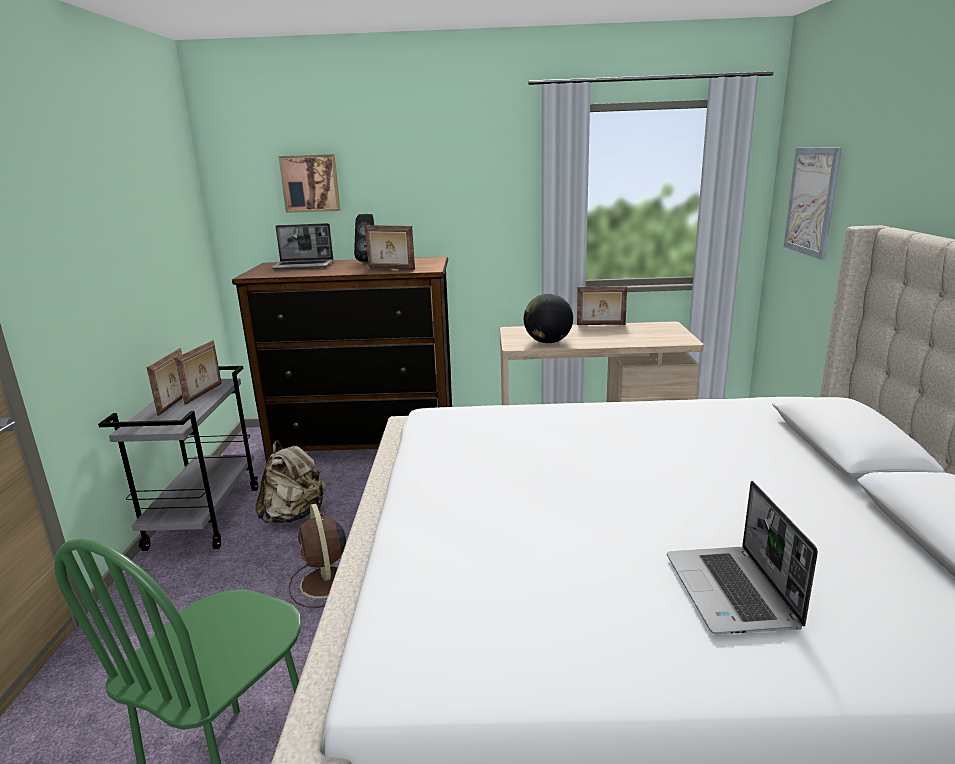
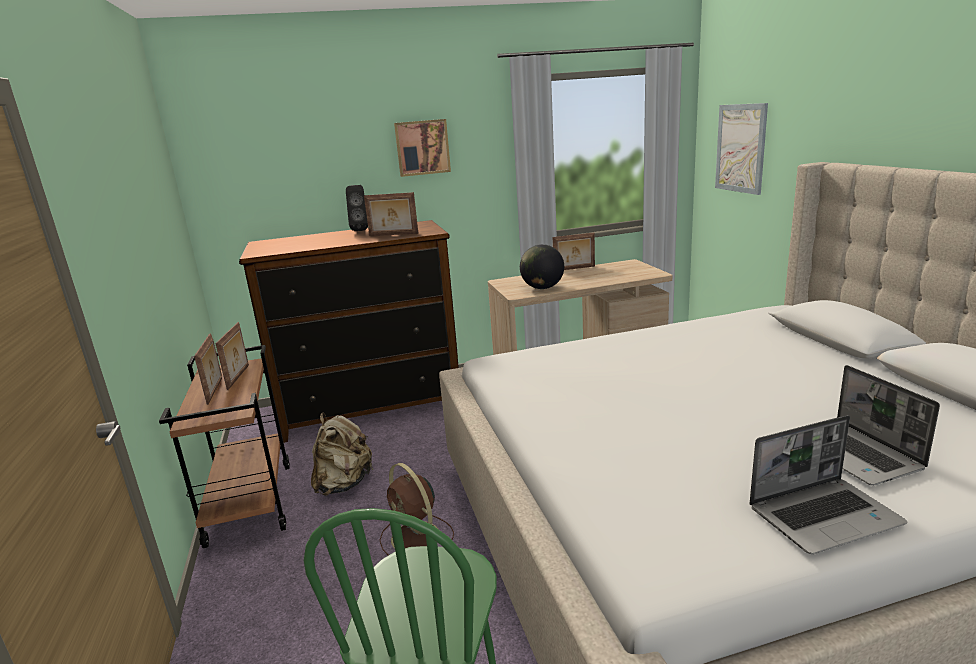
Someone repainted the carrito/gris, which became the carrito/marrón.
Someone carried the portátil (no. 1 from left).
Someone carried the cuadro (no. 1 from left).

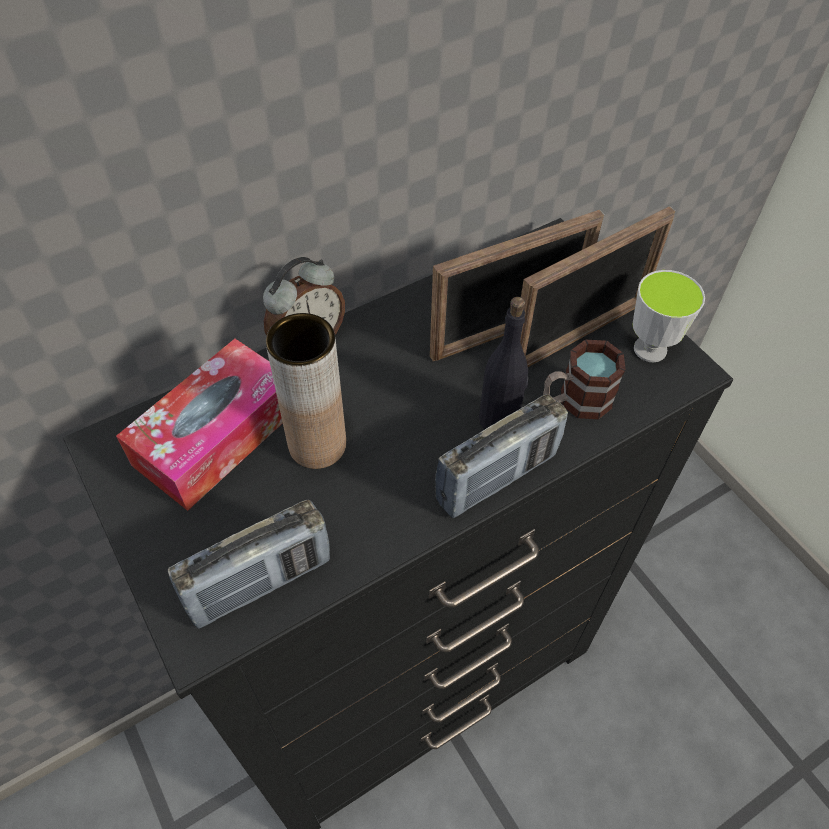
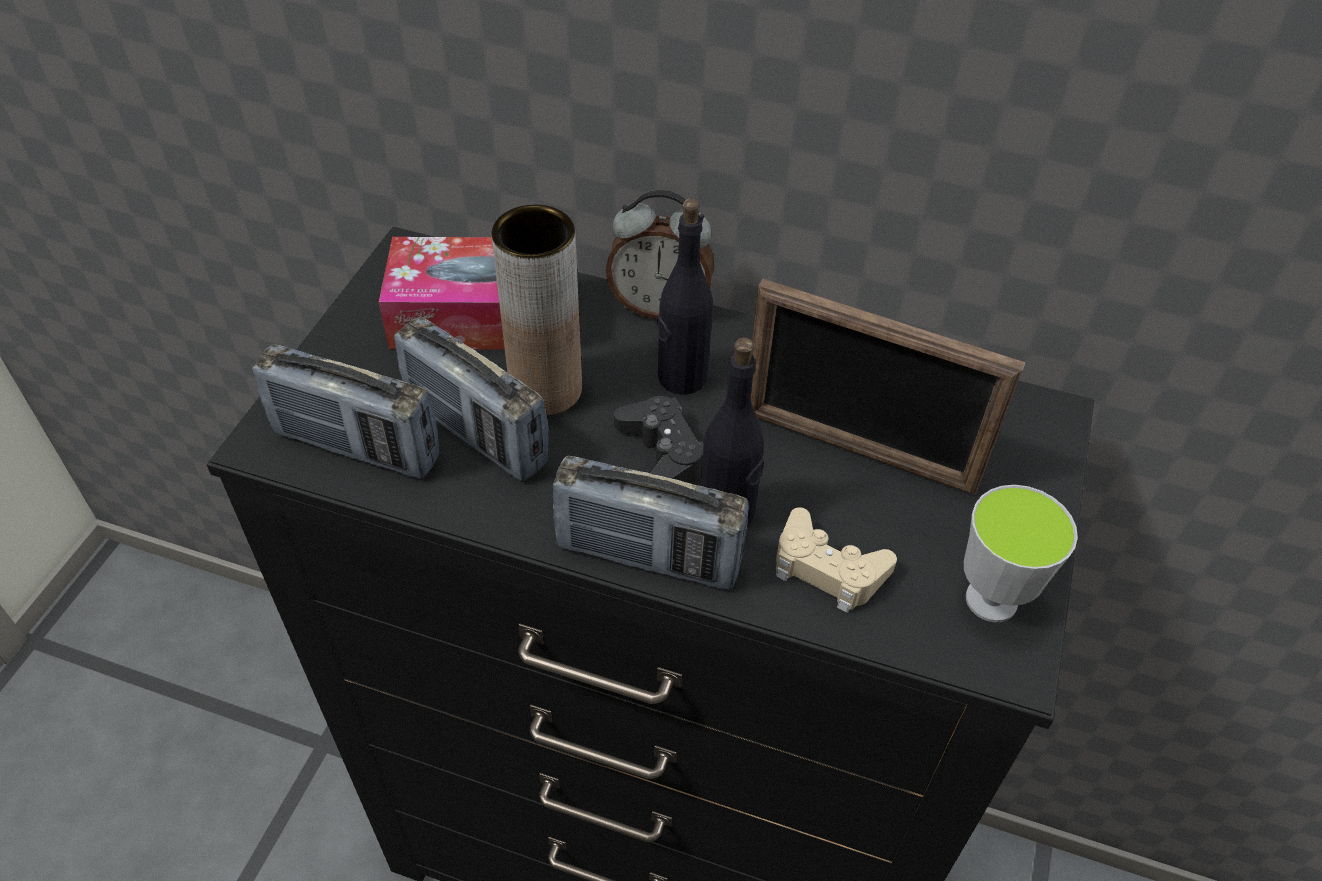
Someone took away the portarretratos (no. 2 from left).
Someone swapped the taza grande for the mando de consola/beis.
Someone put down the radio (no. 2 from left).
Someone put down the mando de consola/negro.
Someone put down the botella/negro (no. 1 from left).

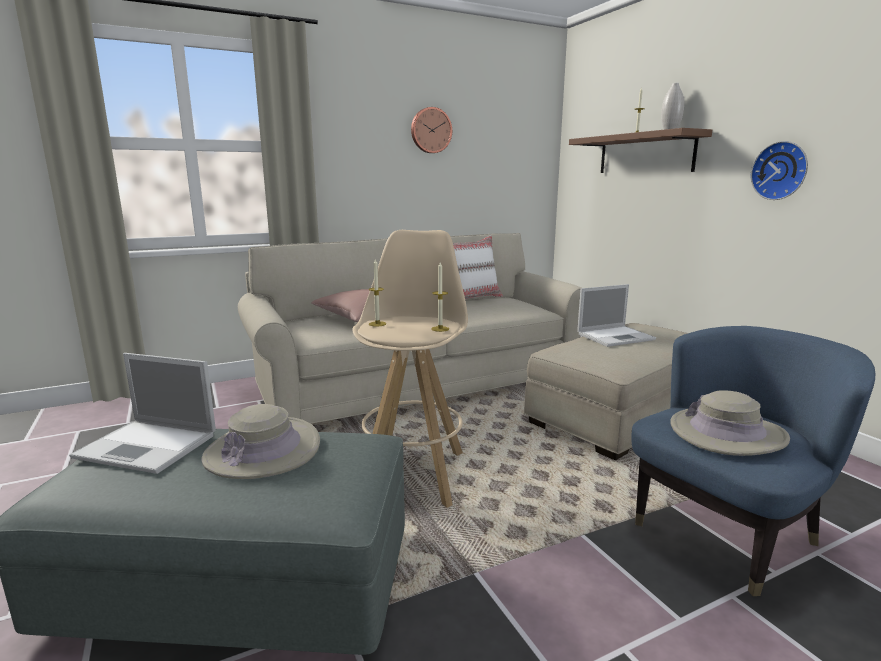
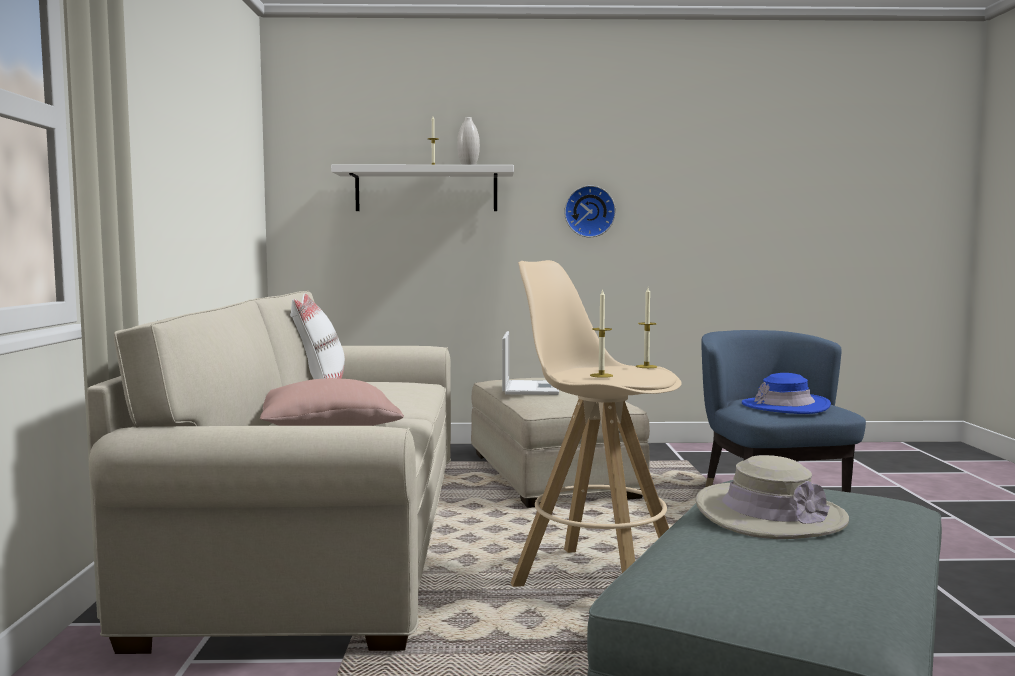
Someone took away the portátil (no. 1 from left).
Someone took away the reloj de pared (no. 1 from left).
Someone repainted the estante/marrón, which became the estante/blanco.
Someone repainted the sombrero/beis (no. 2 from left), which became the sombrero/azul.

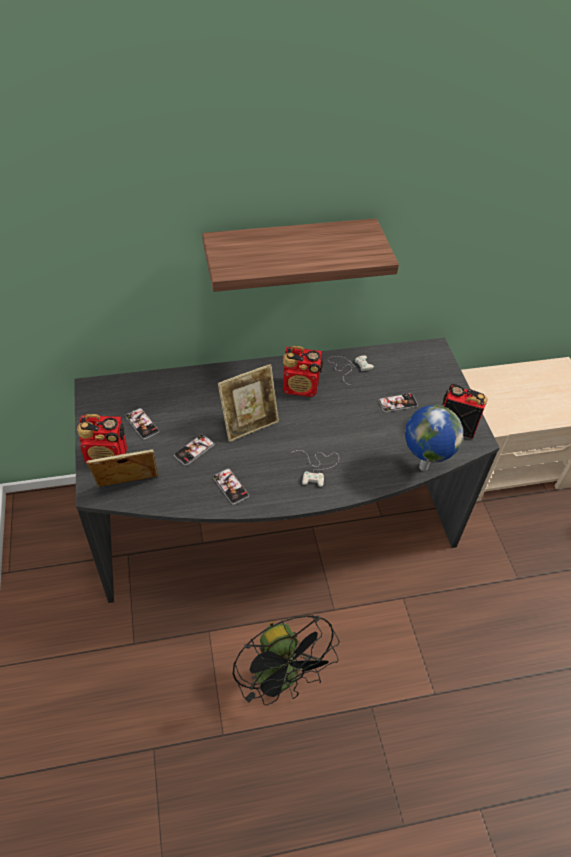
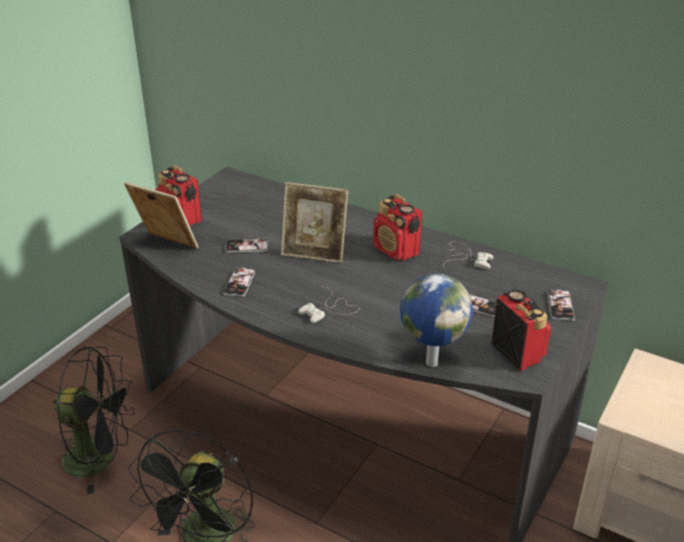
Someone carried the móvil (no. 1 from left in the first image).
Someone took away the estante.
Someone put down the ventilador/negro (no. 1 from left).

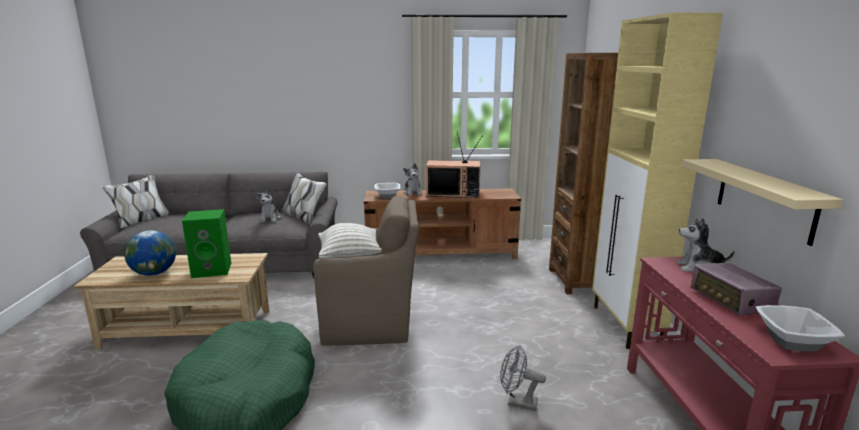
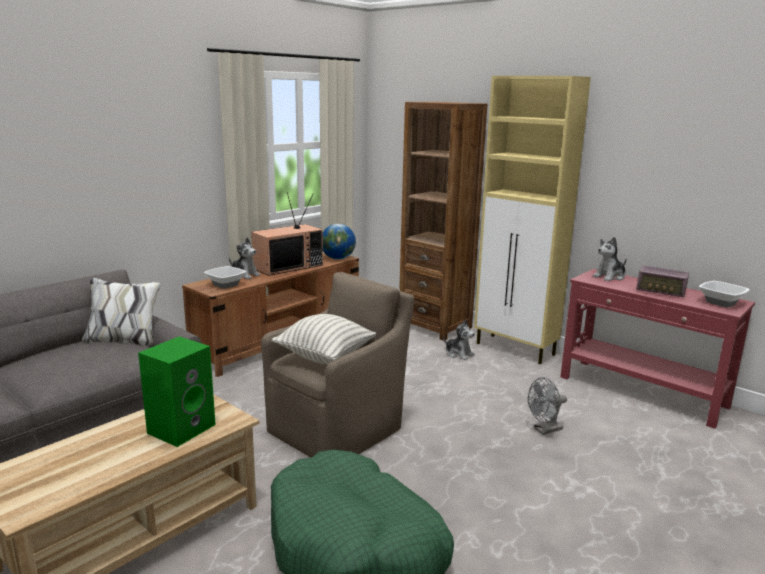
Someone carried the globo terráqueo.
Someone carried the peluche (no. 1 from left in the first image).
Someone took away the estante/beis.

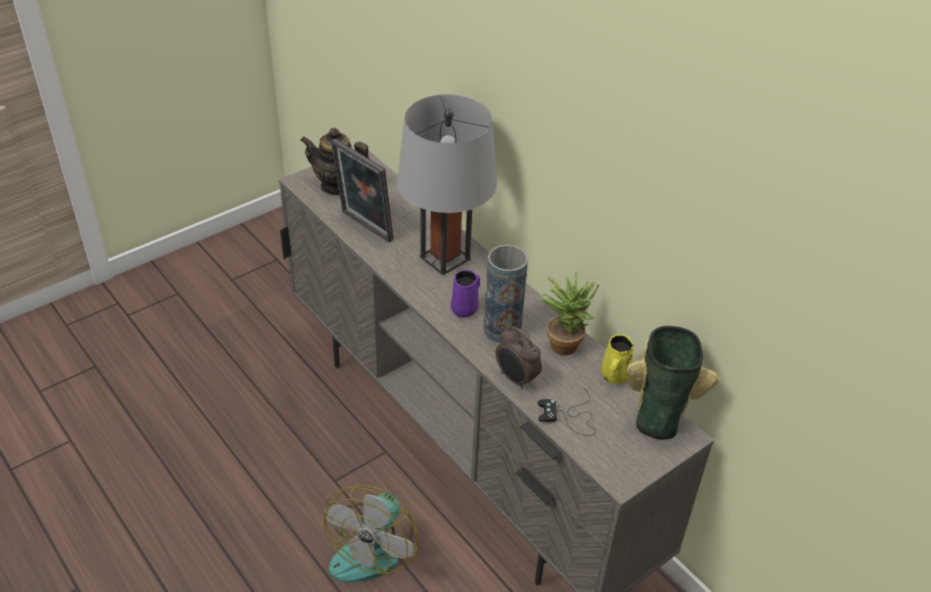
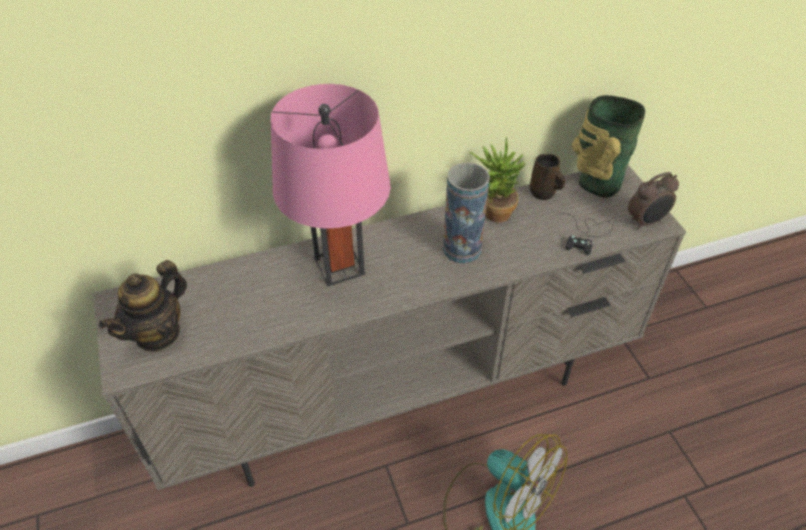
Someone took away the portarretratos.
Someone repainted the lámpara de mesa/gris, which became the lámpara de mesa/rosa.
Someone took away the taza grande/morado.
Someone carried the despertador.
Someone repainted the taza grande/amarillo, which became the taza grande/marrón.

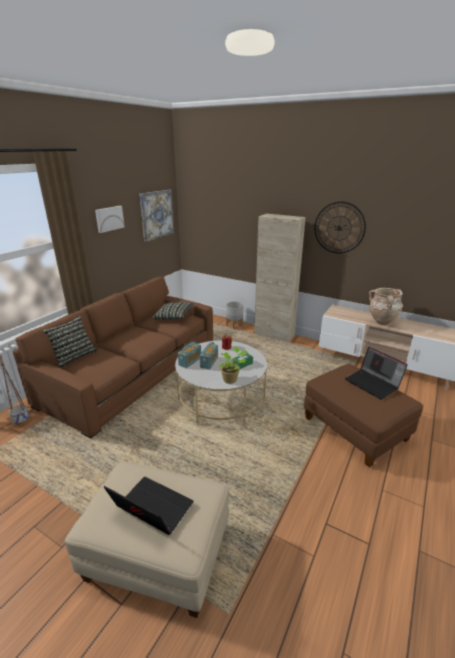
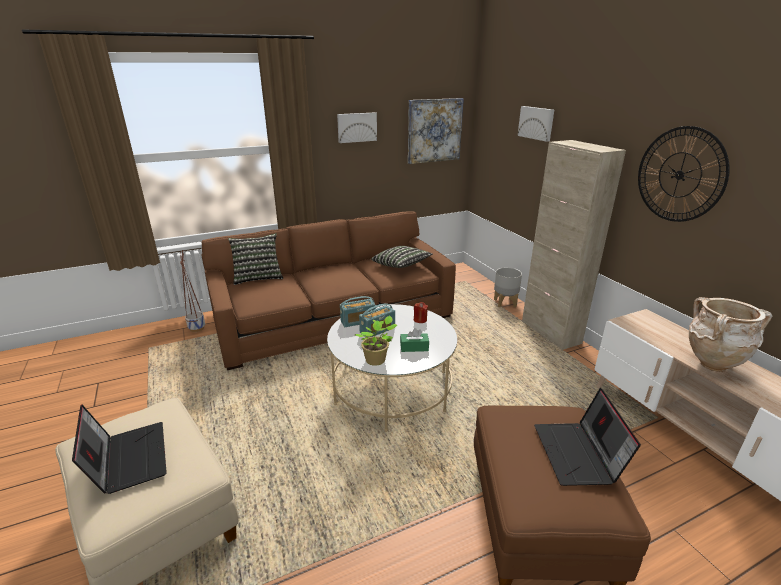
Someone put up the cuadro (no. 3 from left).

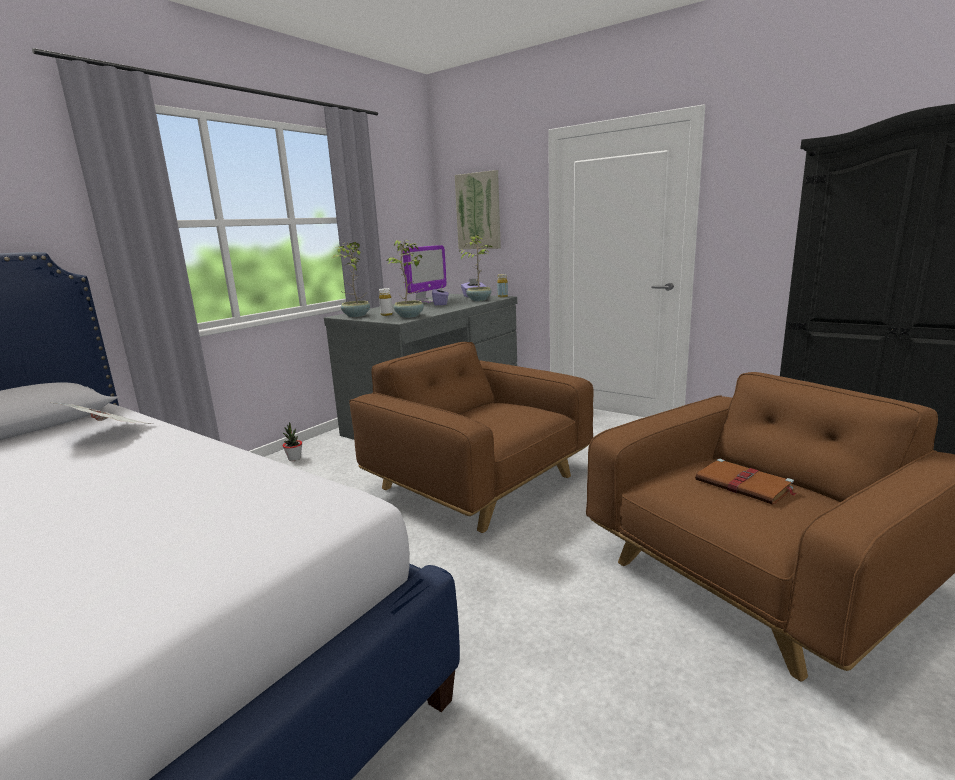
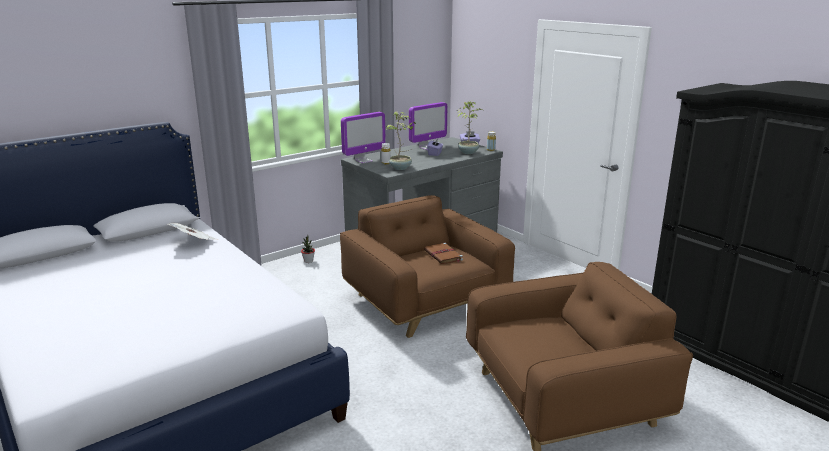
Someone swapped the planta en maceta (no. 2 from left) for the monitor (no. 1 from left).
Someone took away the cuadro.
Someone carried the libro/marrón.

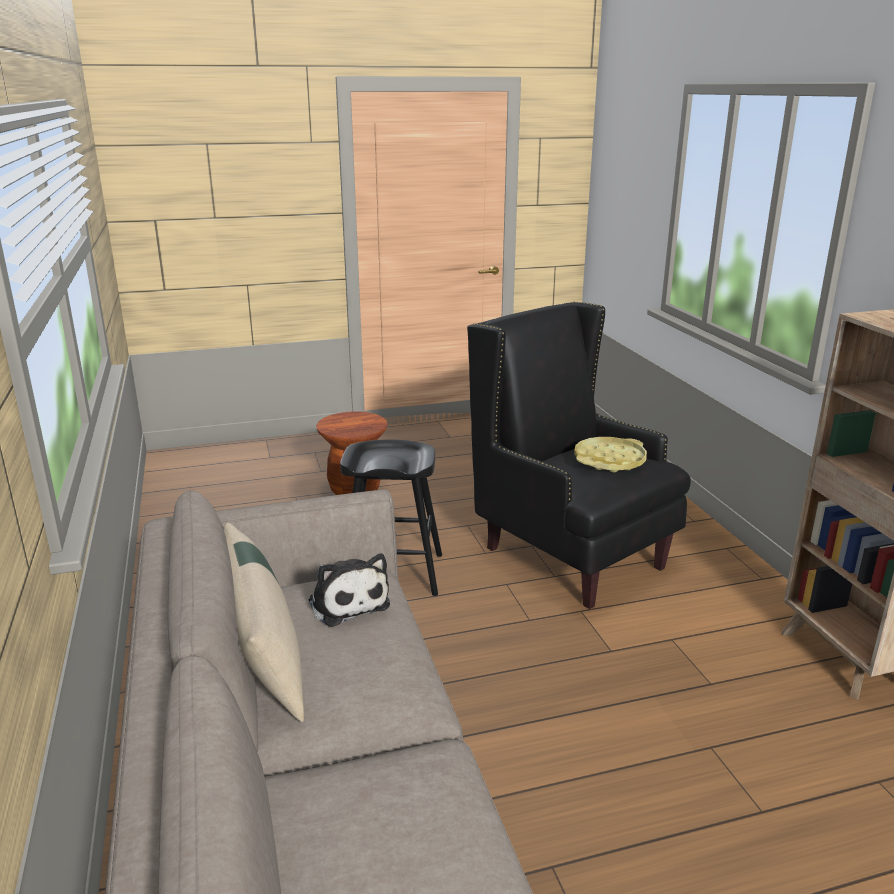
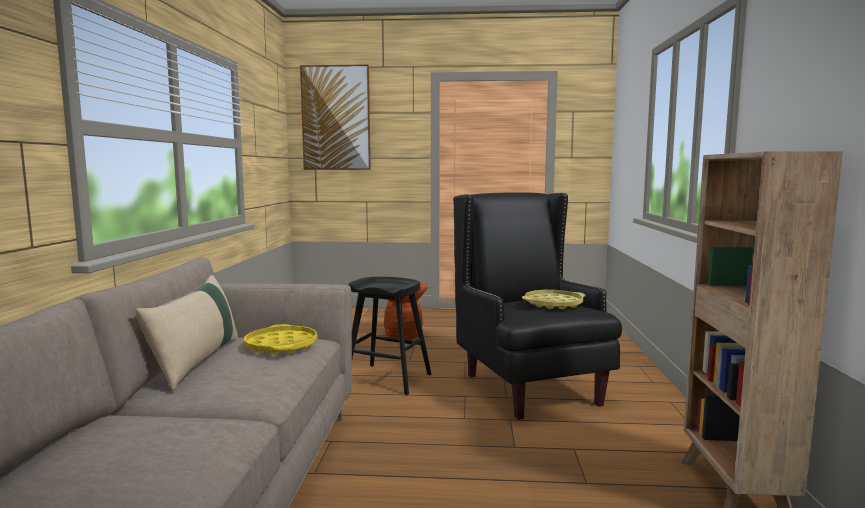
Someone swapped the peluche for the bandeja/amarillo (no. 1 from left).
Someone put up the cuadro.

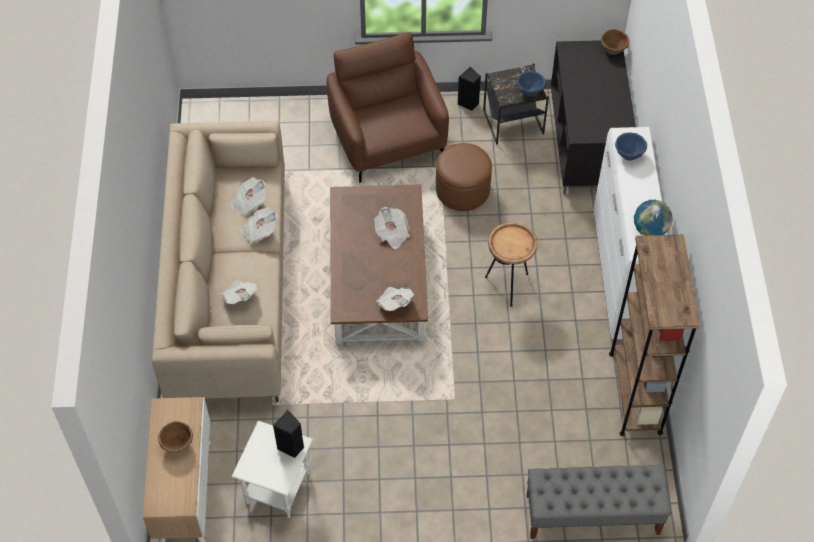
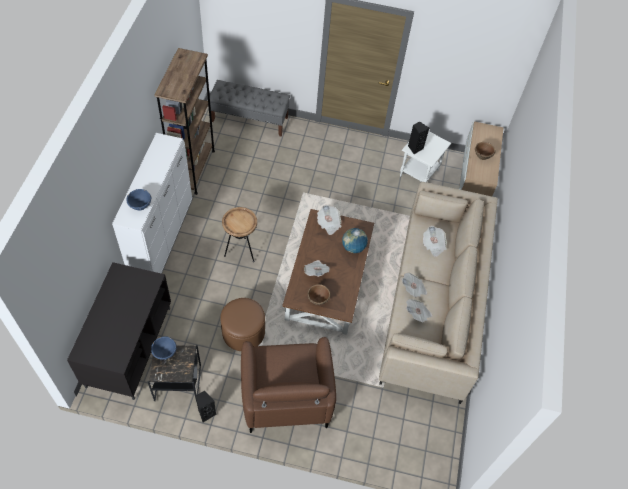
Someone carried the cuenco/marrón (no. 2 from left in the first image).
Someone carried the globo terráqueo.

